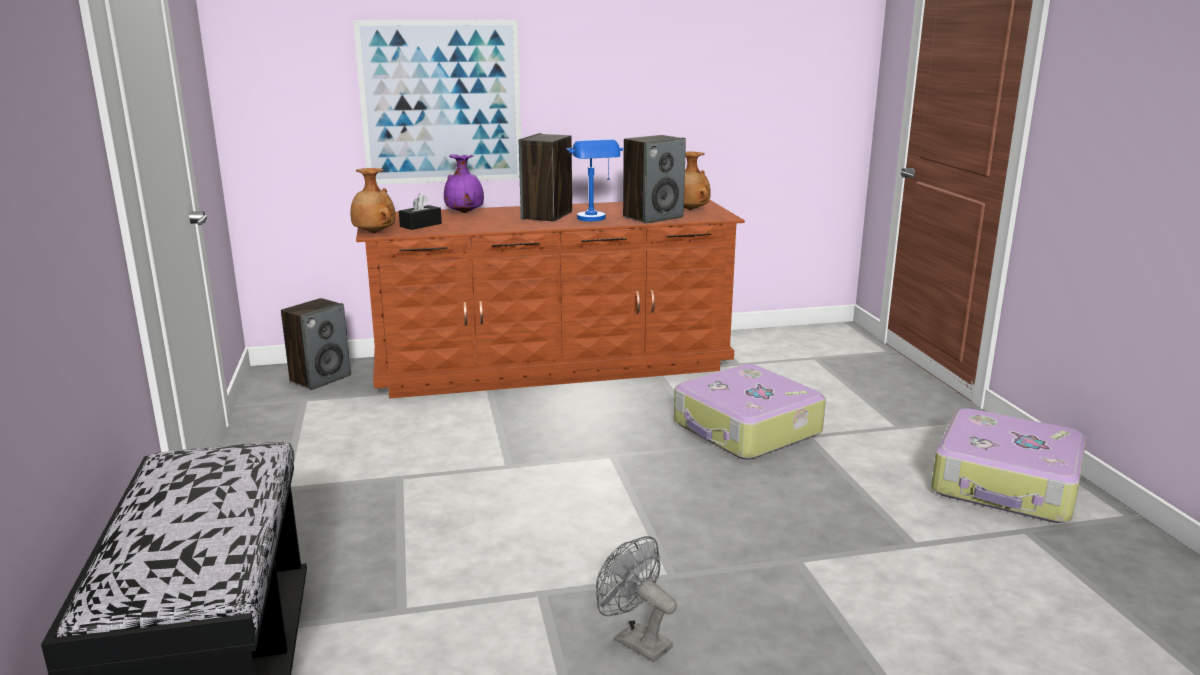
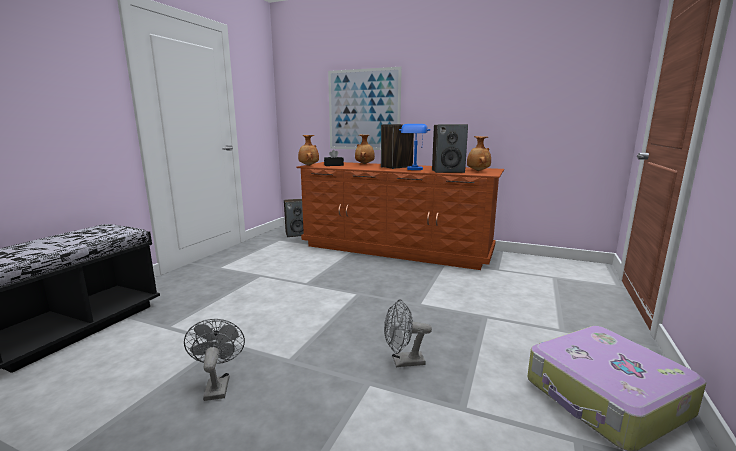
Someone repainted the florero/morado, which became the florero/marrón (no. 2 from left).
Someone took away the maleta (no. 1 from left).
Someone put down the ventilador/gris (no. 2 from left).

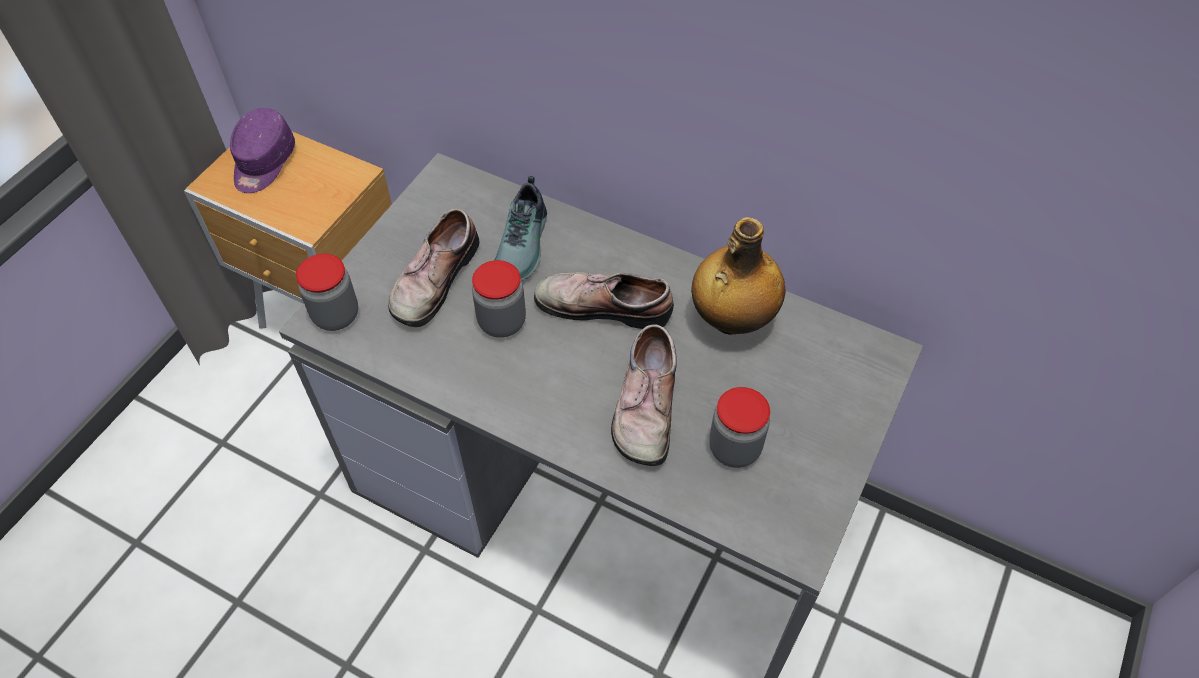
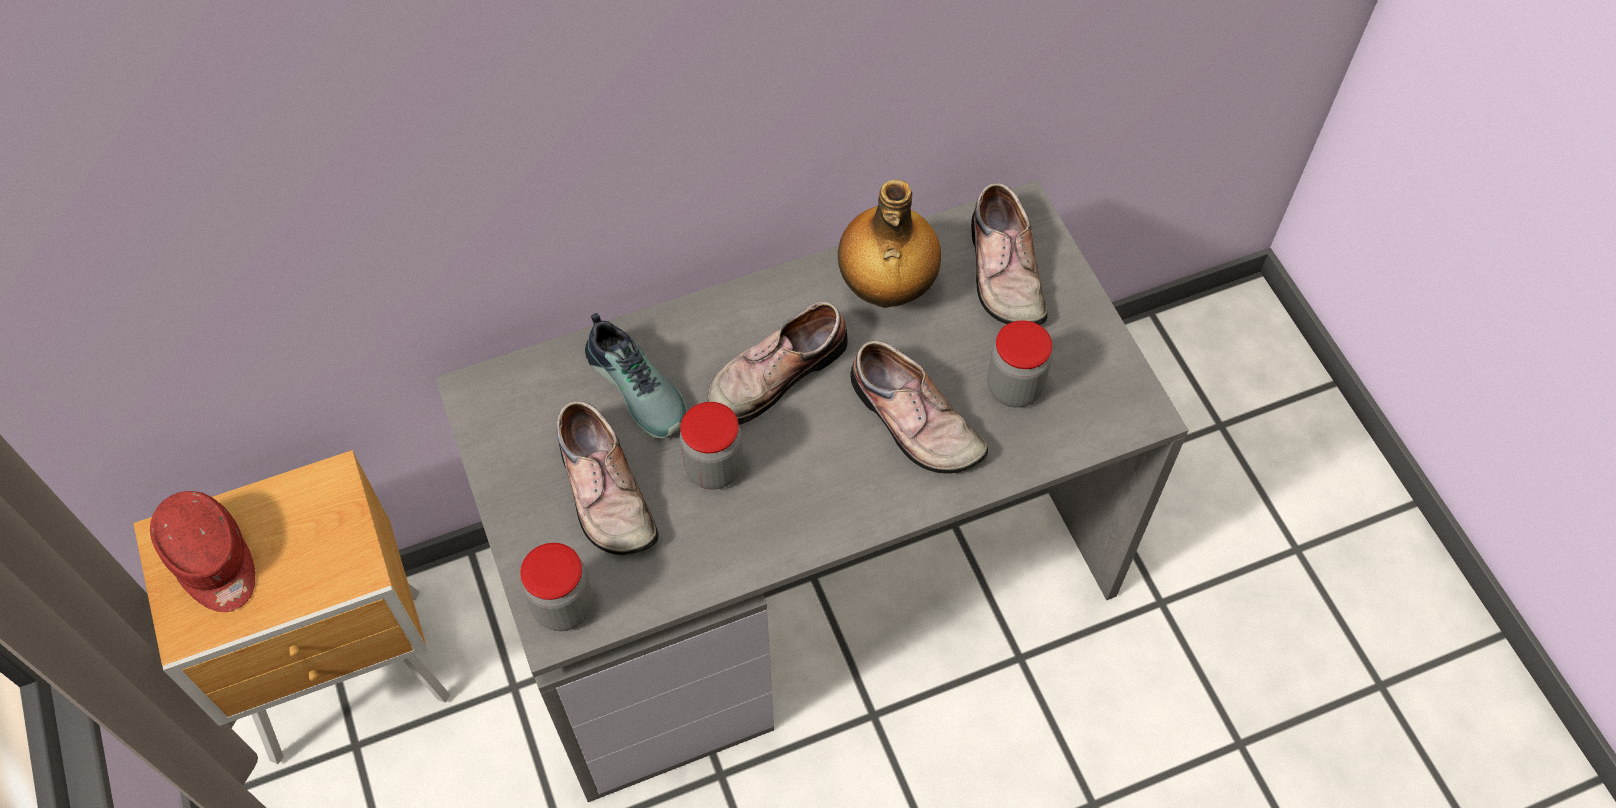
Someone repainted the gorra/morado, which became the gorra/rojo.
Someone put down the zapato (no. 5 from left).

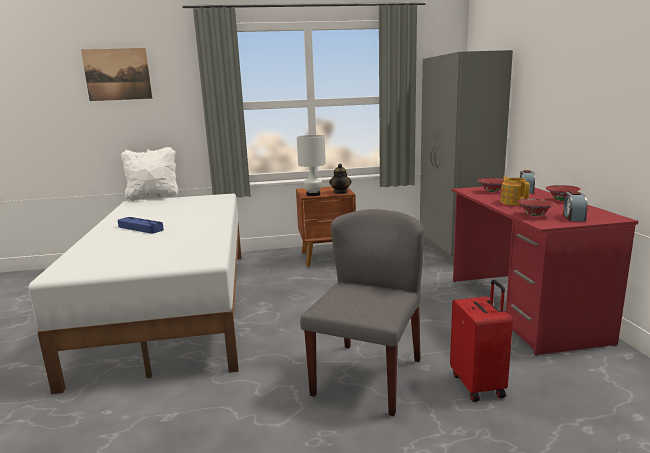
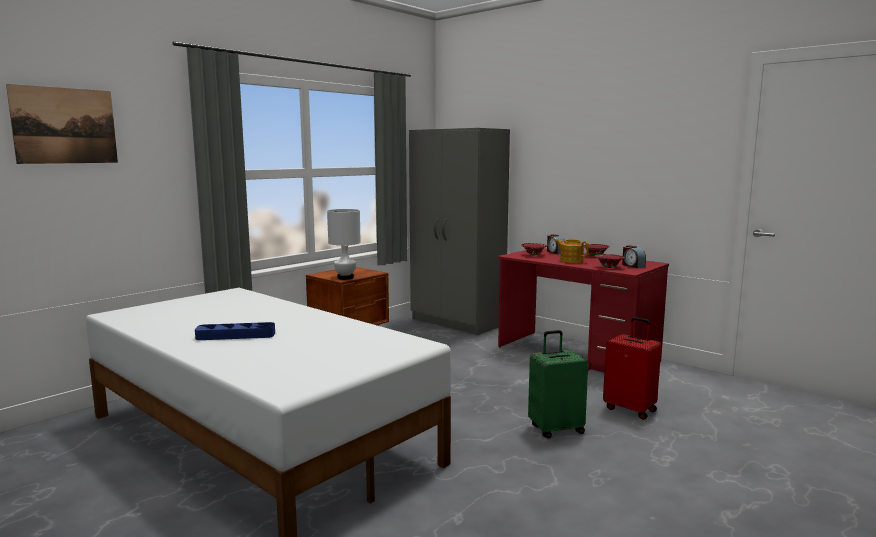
Someone took away the cojín/blanco.
Someone swapped the silla/gris for the maleta/verde.
Someone took away the tetera (no. 1 from left).

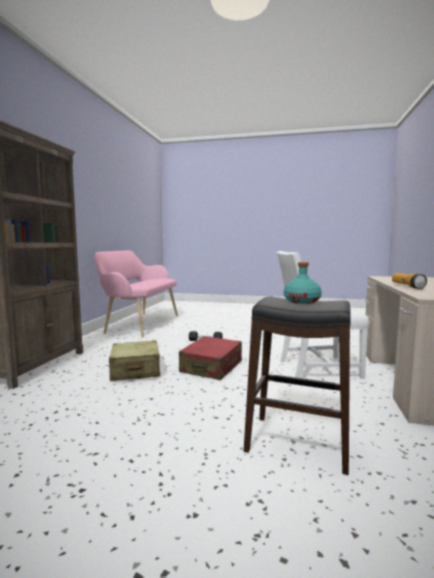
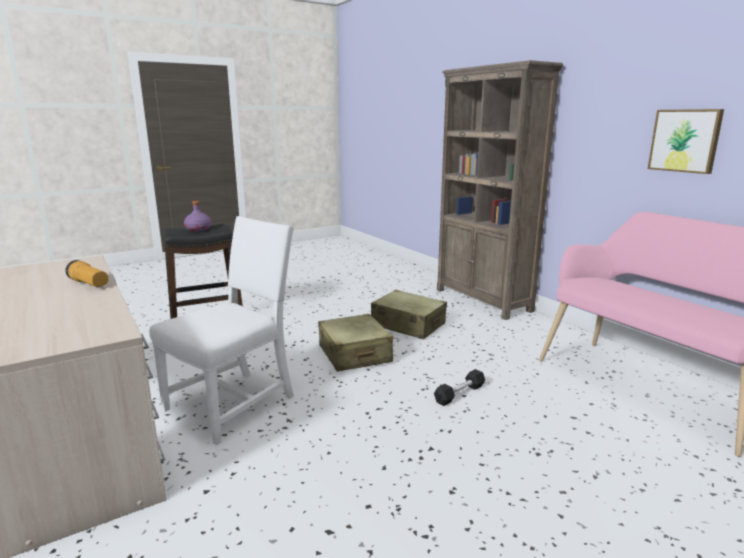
Someone repainted the maleta/rojo, which became the maleta/beis (no. 1 from left).
Someone repainted the botella/turquesa, which became the botella/morado.
Someone put up the cuadro.

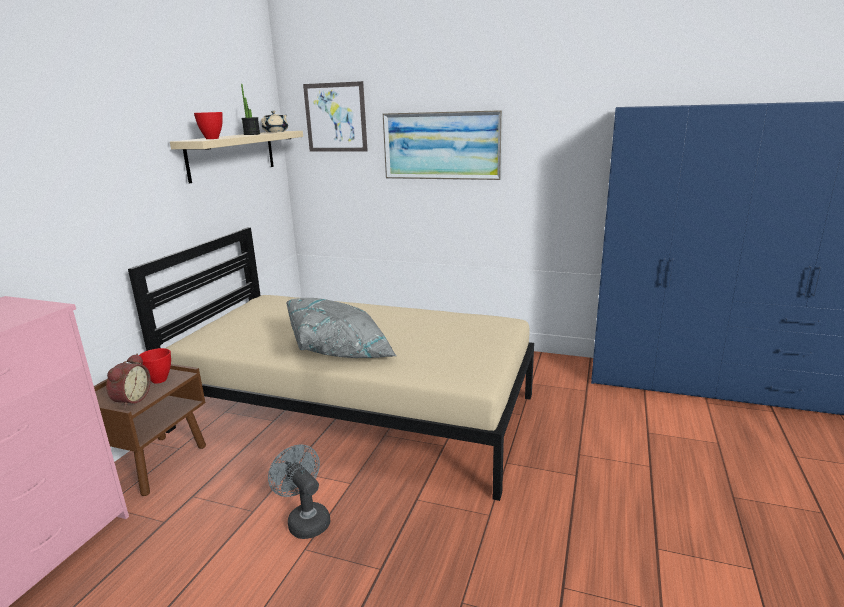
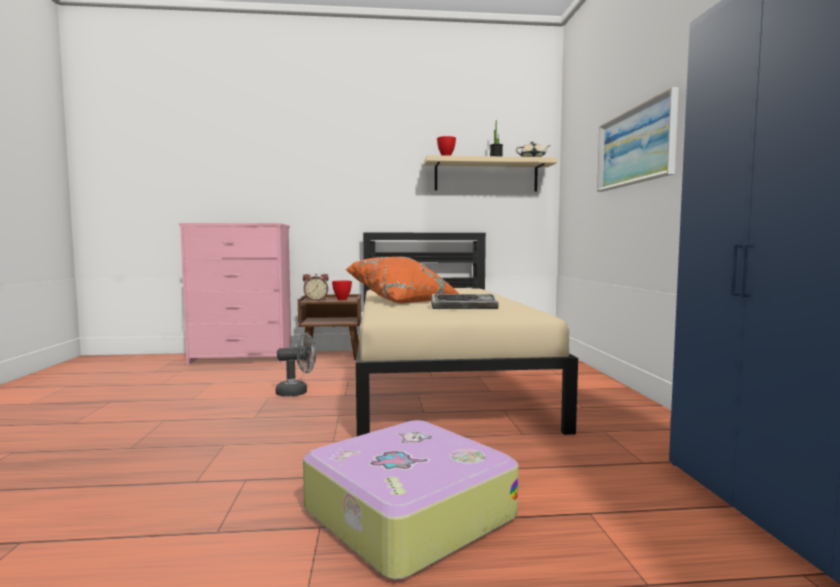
Someone rotated the ventilador/gris by 45 degrees clockwise.
Someone repainted the cojín/gris, which became the cojín/naranja.
Someone took away the cuadro (no. 1 from left).
Someone put down the maleta.
Someone put down the teclado.

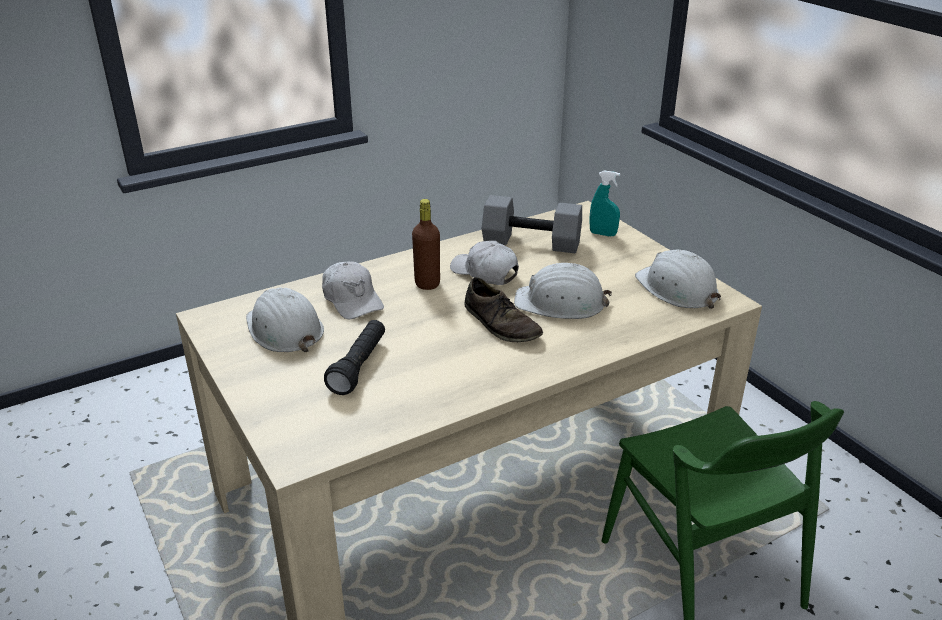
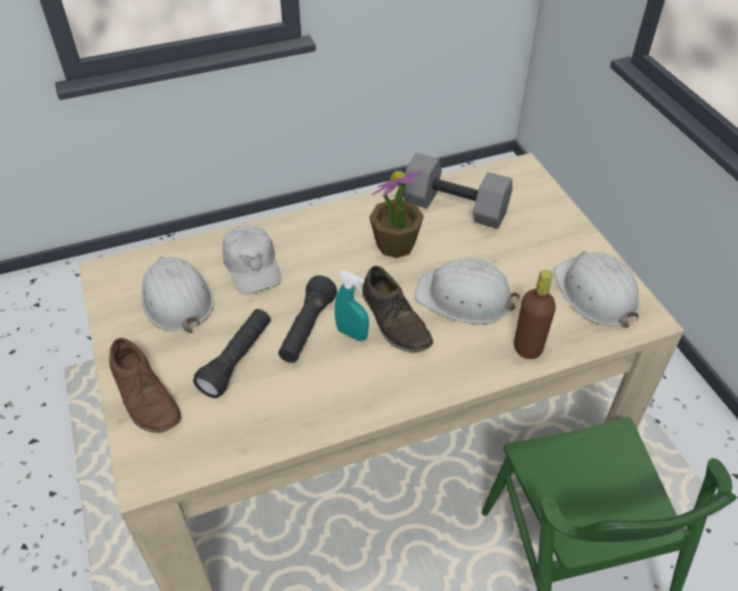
Someone carried the botella/marrón.
Someone swapped the gorra/blanco (no. 2 from left) for the planta en maceta.
Someone carried the pulverizador/turquesa.
Someone put down the zapato/marrón (no. 1 from left).
Someone put down the linterna/negro (no. 2 from left).

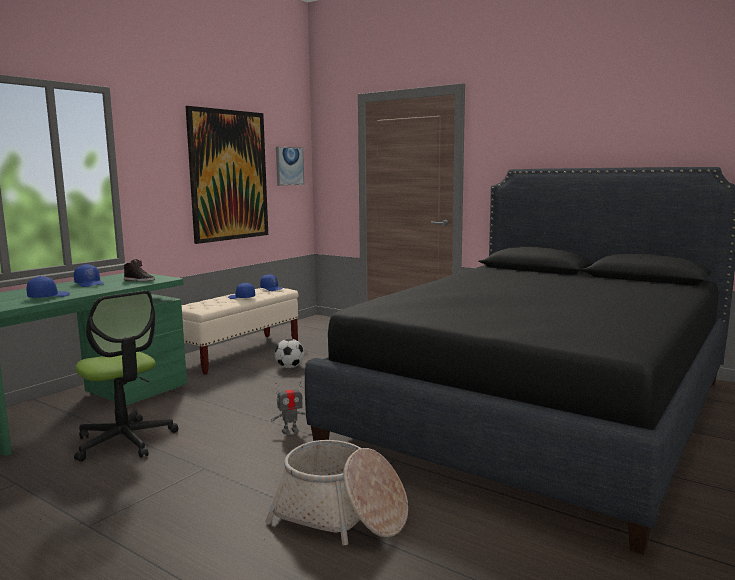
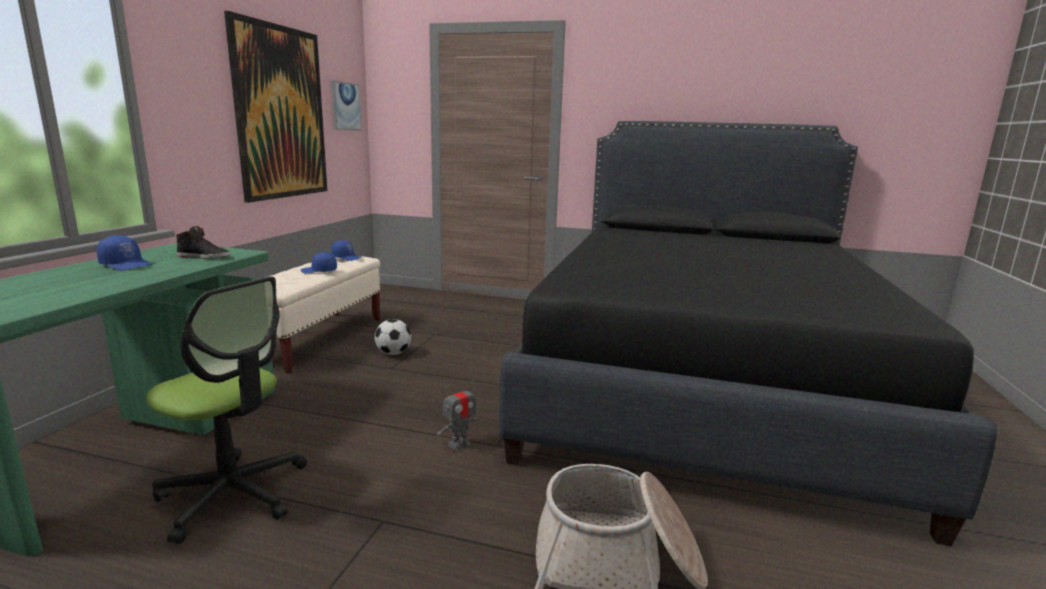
Someone took away the gorra/azul (no. 1 from left).

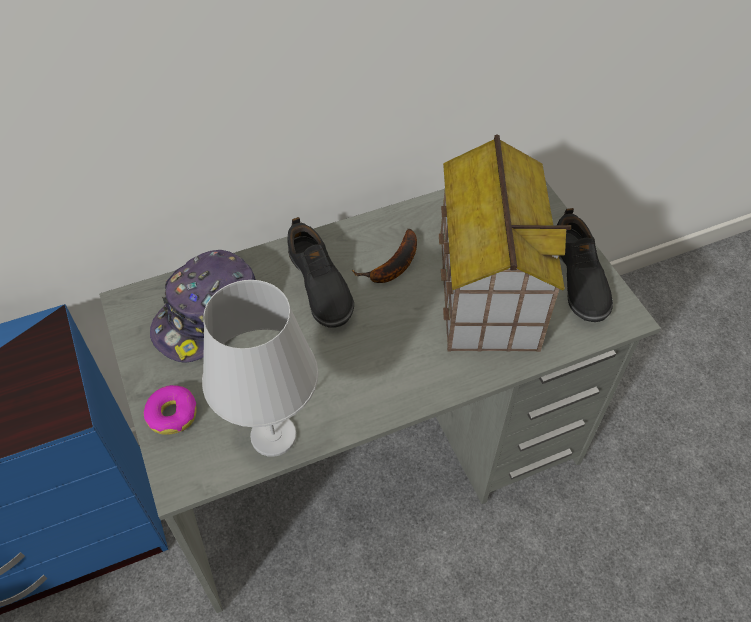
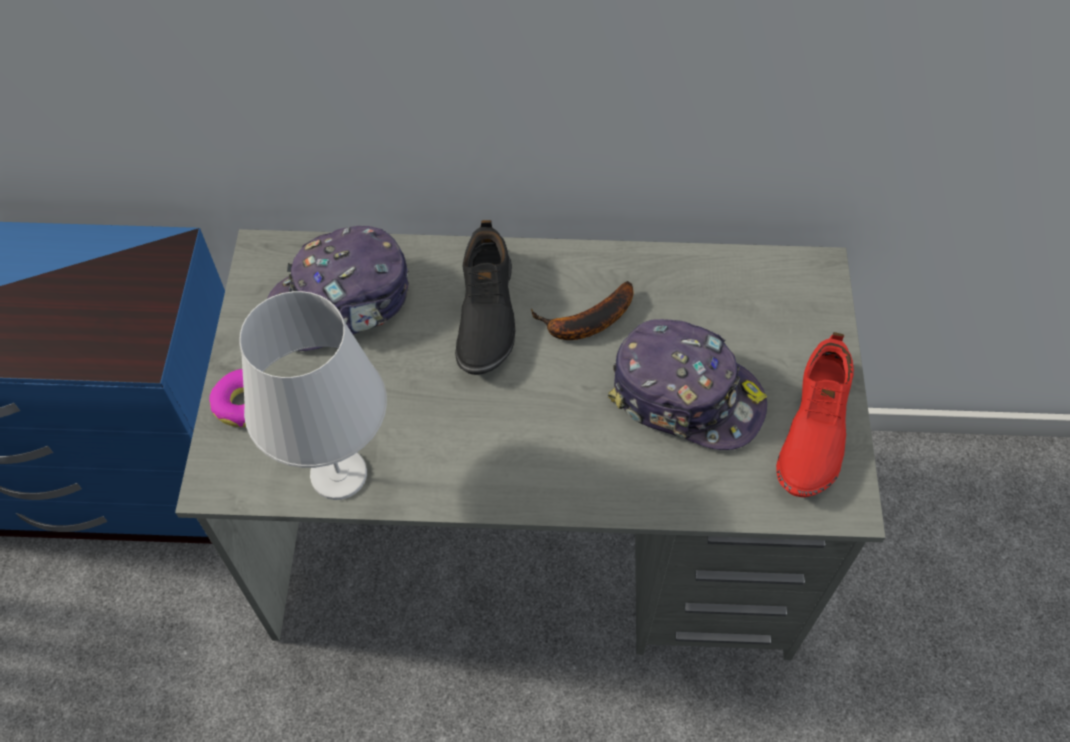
Someone swapped the casita for the gorra (no. 2 from left).
Someone repainted the zapato/negro (no. 2 from left), which became the zapato/rojo.

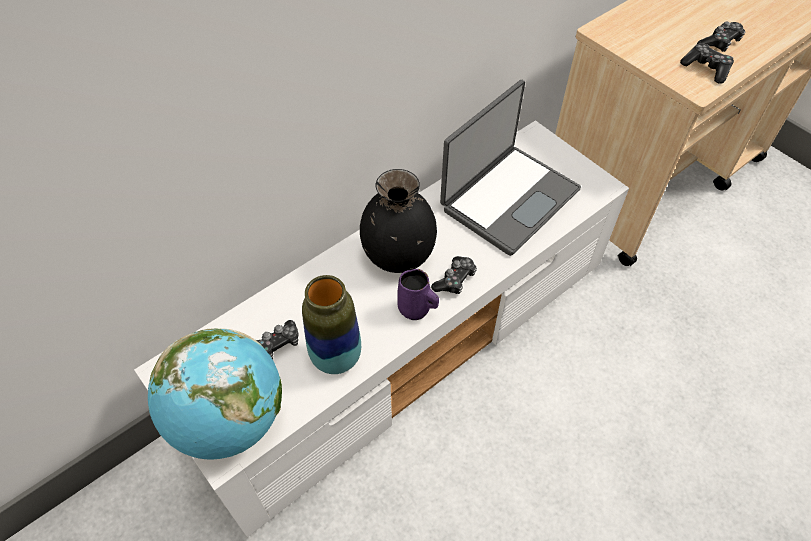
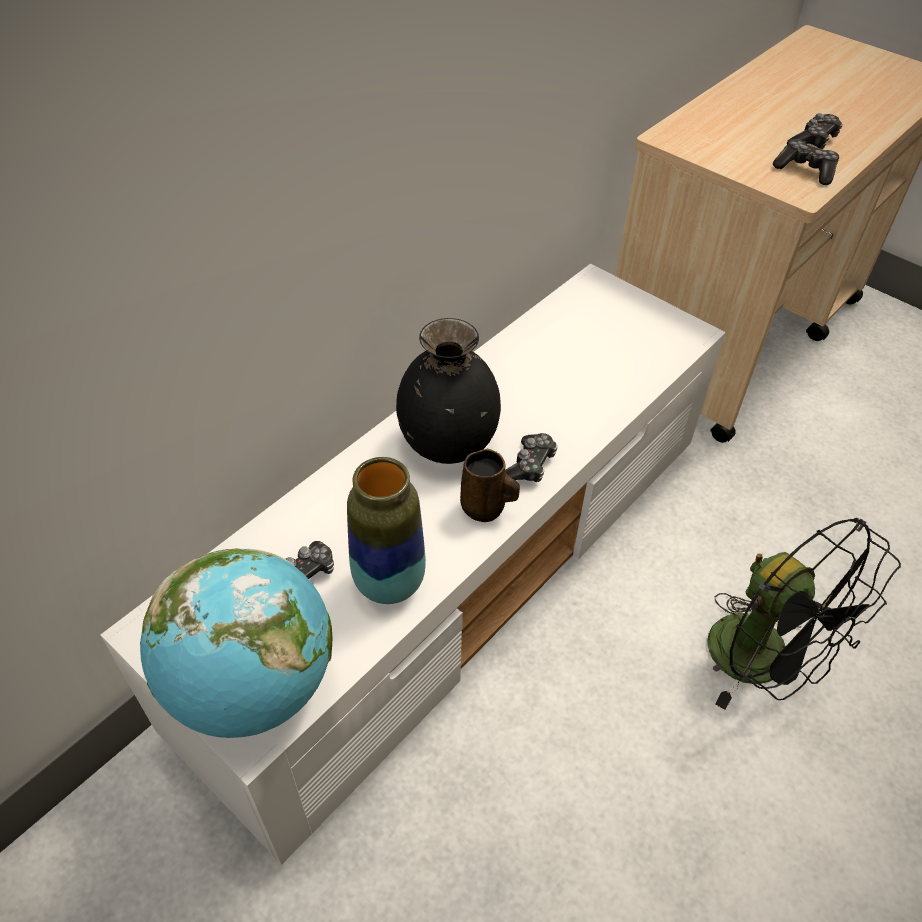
Someone repainted the taza grande/morado, which became the taza grande/marrón.
Someone took away the portátil.
Someone put down the ventilador/negro.

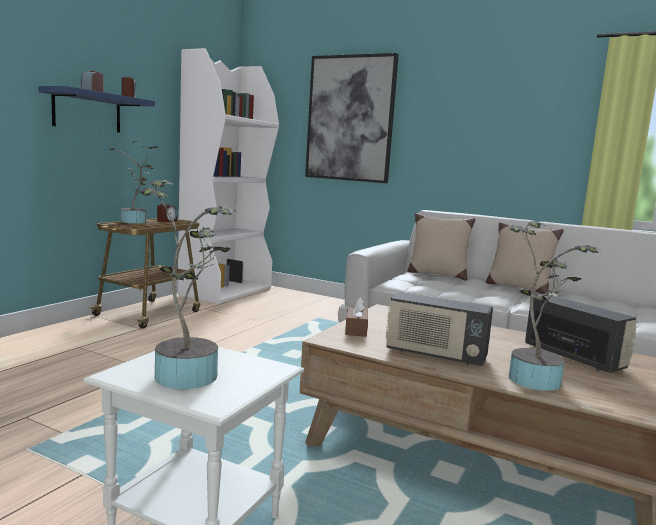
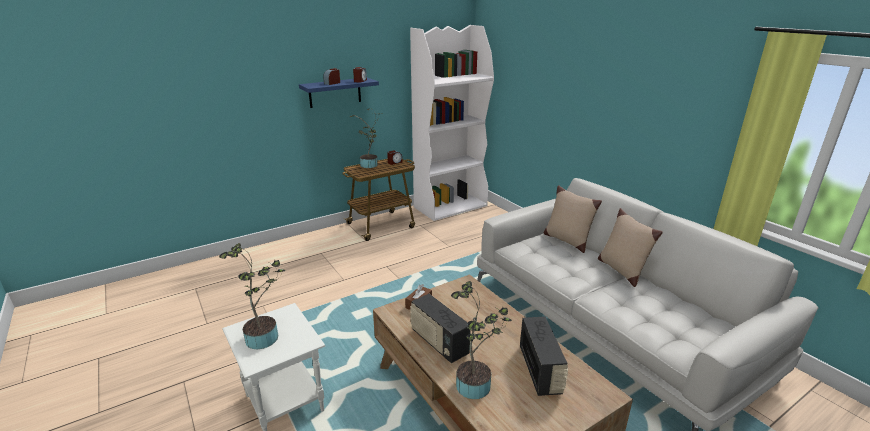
Someone took away the cuadro.

